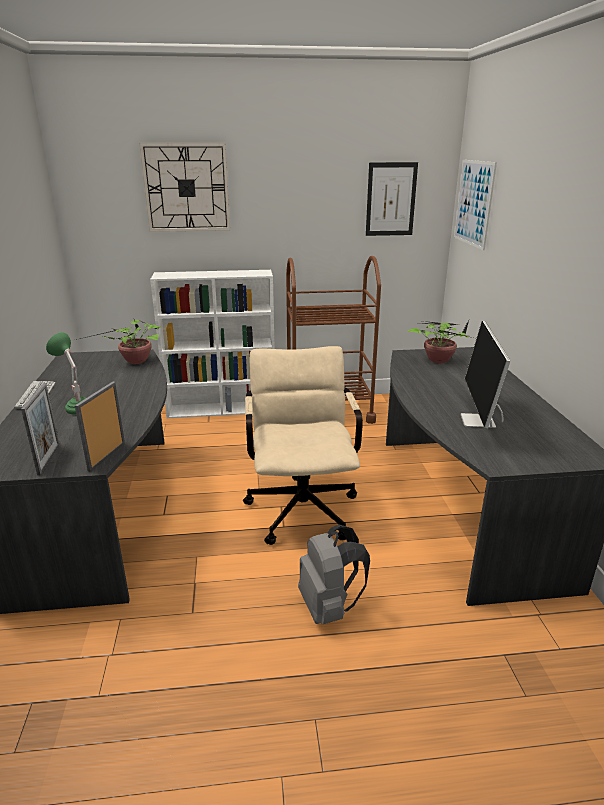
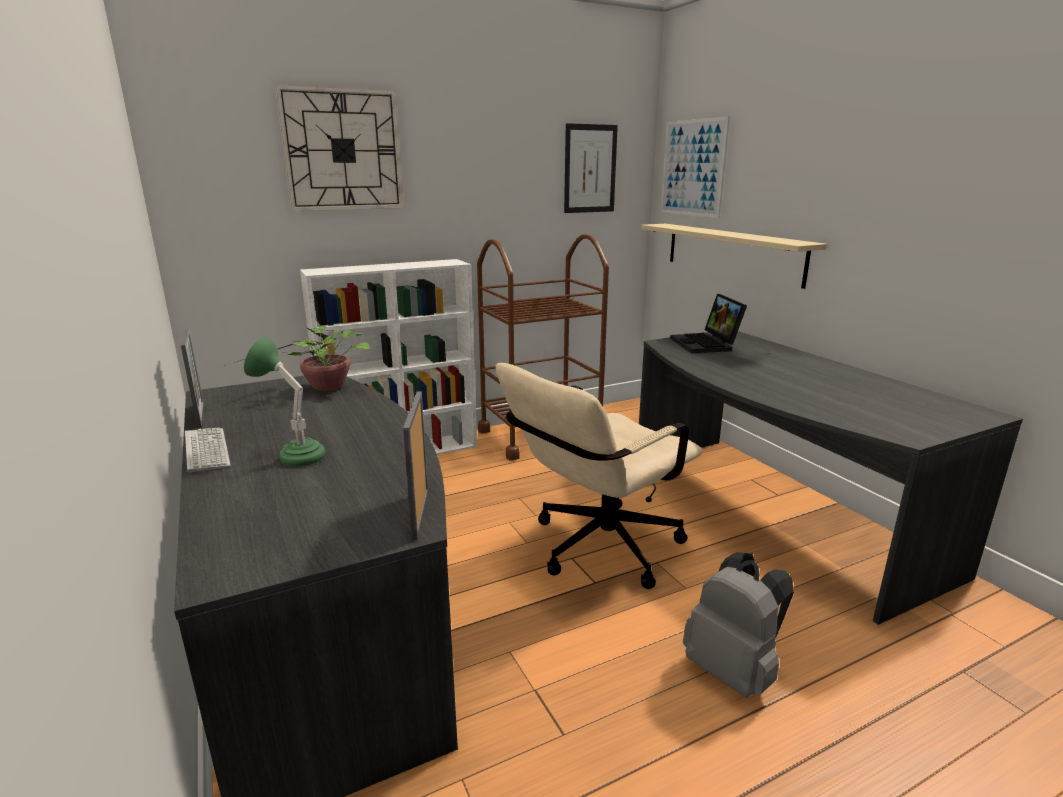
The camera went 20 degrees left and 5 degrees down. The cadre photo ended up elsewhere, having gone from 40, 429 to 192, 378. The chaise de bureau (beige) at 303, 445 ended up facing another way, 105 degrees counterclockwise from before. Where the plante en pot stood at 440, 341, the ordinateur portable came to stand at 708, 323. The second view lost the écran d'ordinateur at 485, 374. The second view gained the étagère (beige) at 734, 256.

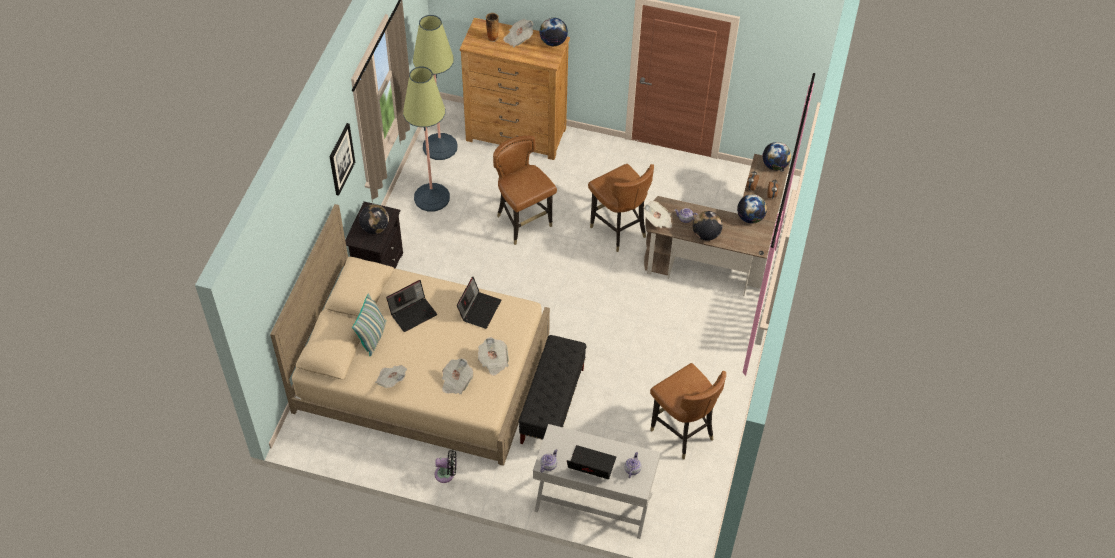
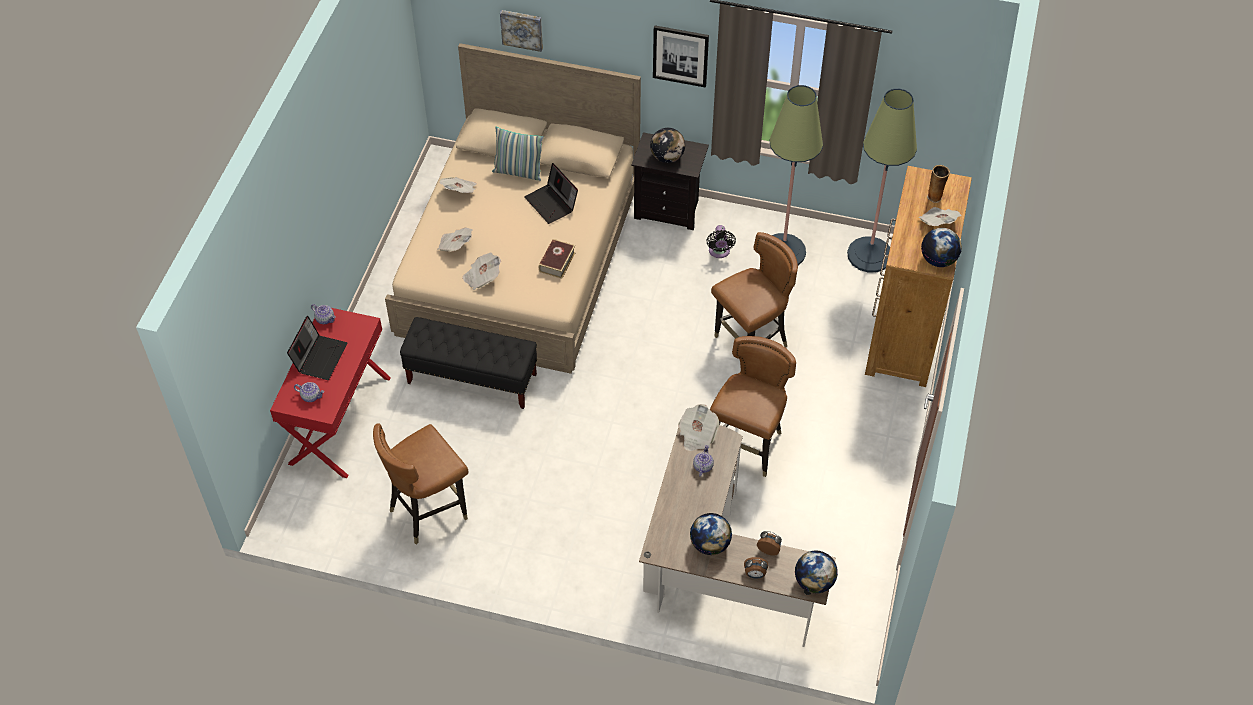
The camera went 90 degrees right and 0 degrees up. The ventilateur (noir) ended up elsewhere, having gone from 445, 466 to 721, 241. Where the ordinateur portable stood at 479, 303, the livre came to stand at 557, 259. What was the table console (blanc) at 596, 481 turned into the table console (rouge) at 330, 393. The chaise (marron) at 621, 208 ended up facing another way, 150 degrees clockwise from before. The second view lost the globe at 707, 226. The second view gained the tableau at 521, 31.

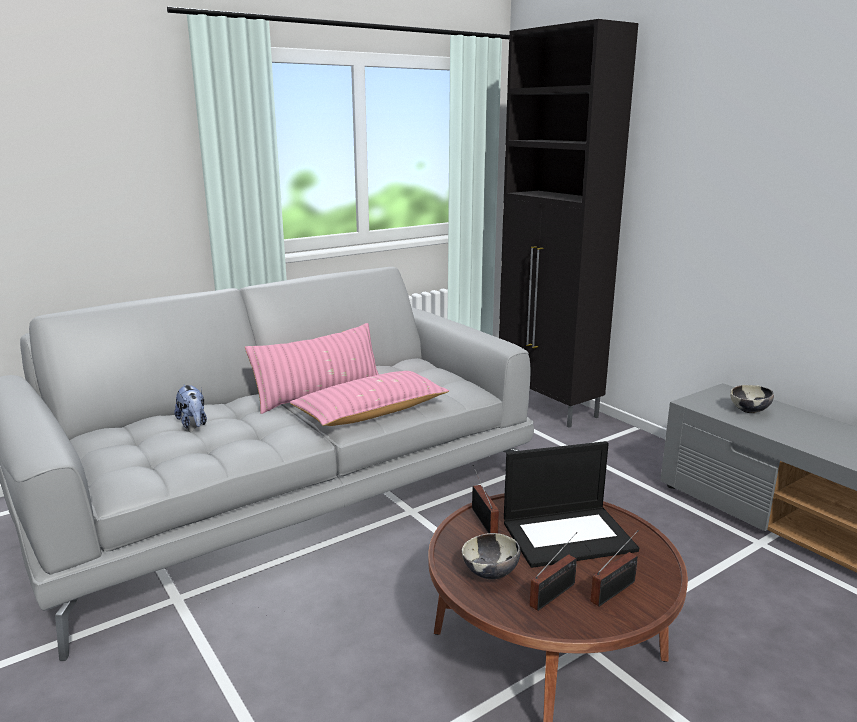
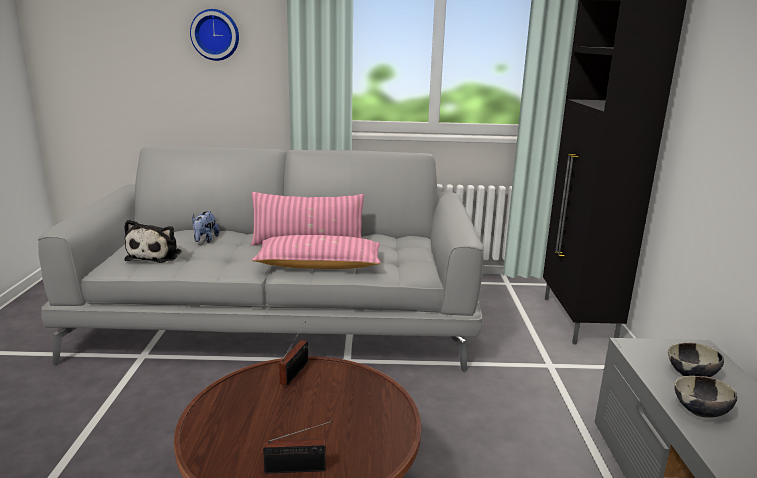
The camera went 35 degrees right and 0 degrees up. The bol ended up elsewhere, having gone from 491, 556 to 705, 397. The second view lost the ordinateur portable at 571, 504. The second view lost the radio at 553, 571. The second view gained the peluche at 152, 241. The second view gained the horloge murale at 214, 35.

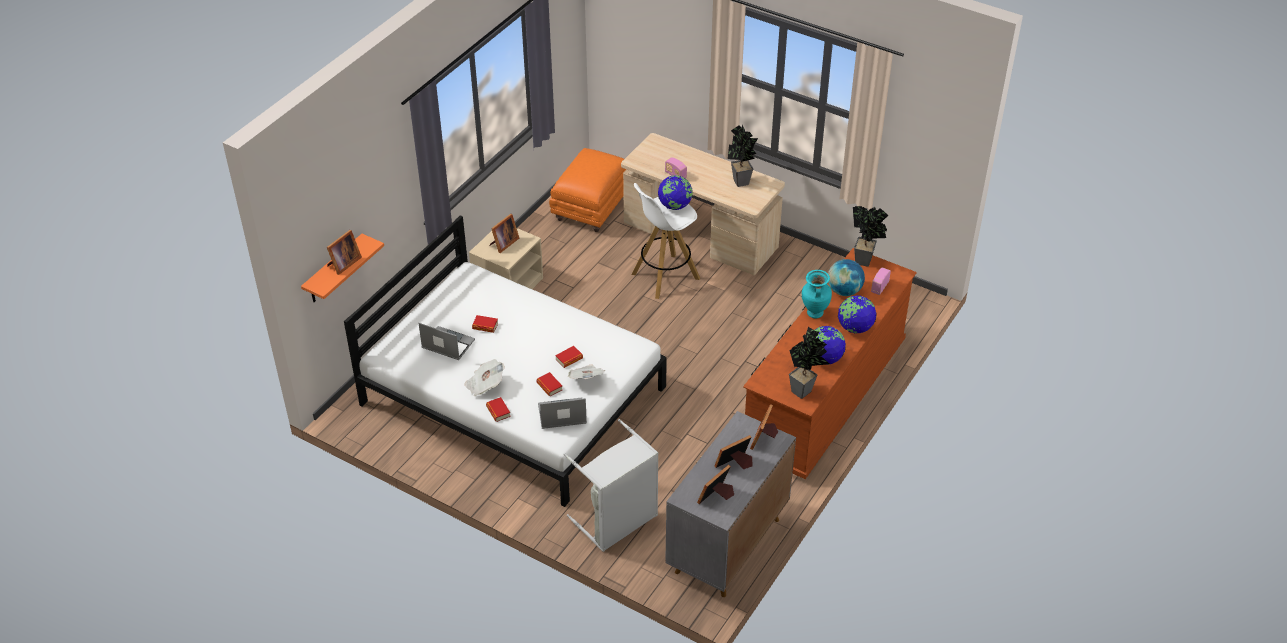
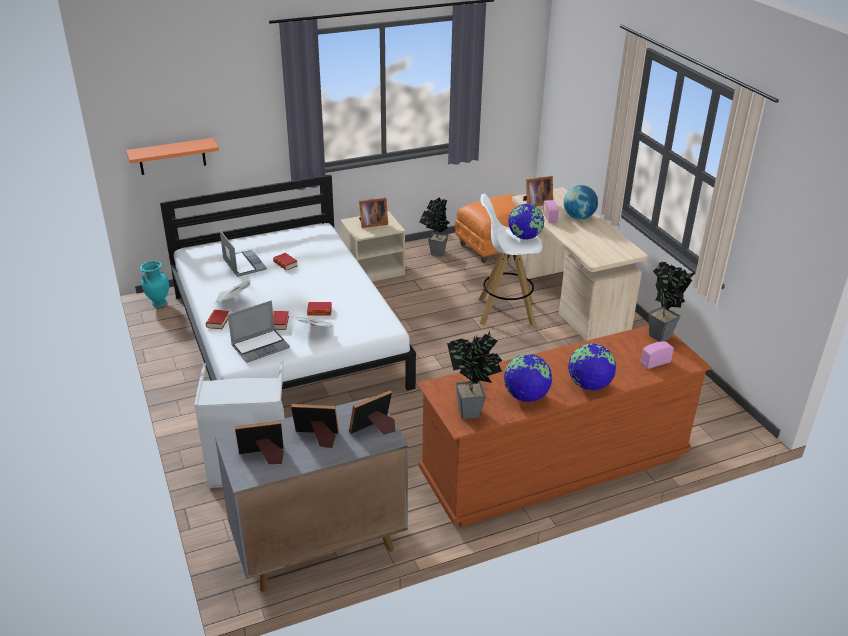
The camera went 35 degrees right and 10 degrees down. The cadre photo ended up elsewhere, having gone from 344, 252 to 538, 191. The ordinateur portable at 562, 413 ended up facing another way, 120 degrees clockwise from before. The plante en pot ended up elsewhere, having gone from 743, 156 to 434, 227. The vase (turquoise) ended up elsewhere, having gone from 817, 294 to 154, 284. The globe ended up elsewhere, having gone from 846, 277 to 581, 202.

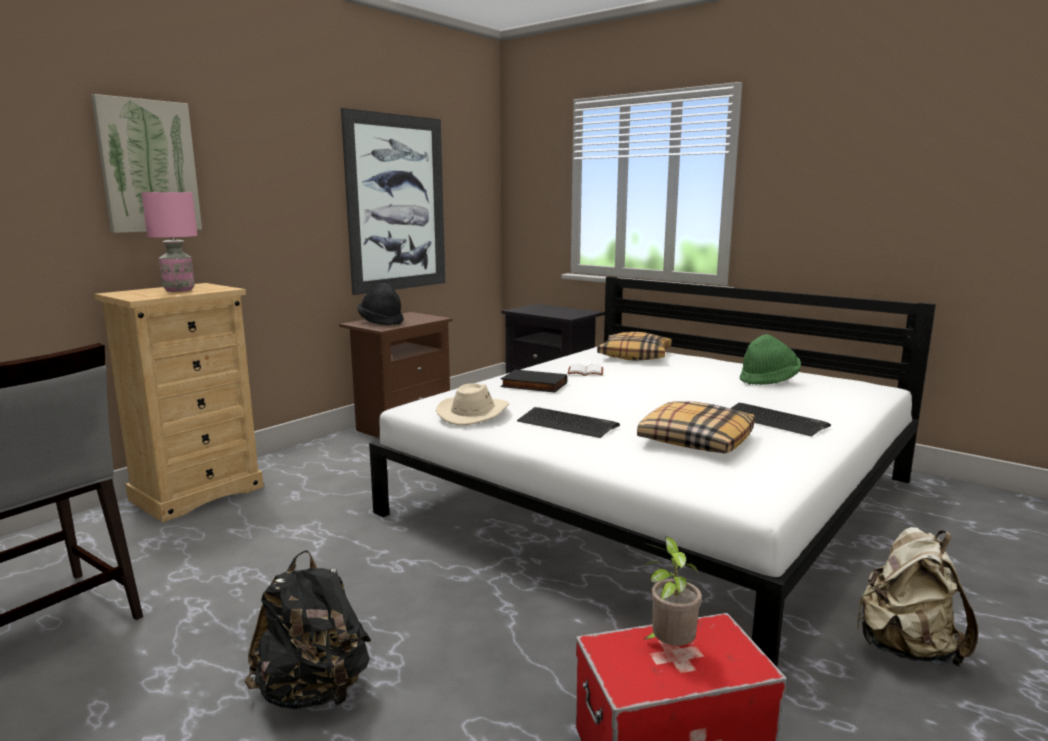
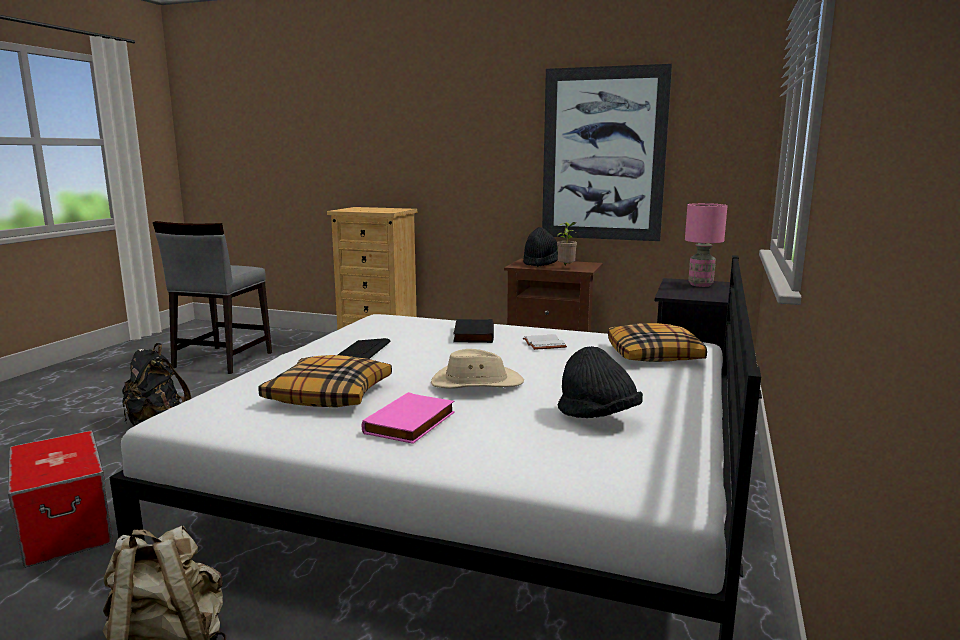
The camera went 70 degrees right and 0 degrees up. The second view lost the tableau at 146, 163. The lampe de table (rose) ended up elsewhere, having gone from 169, 242 to 706, 245. The chapeau (beige) ended up elsewhere, having gone from 472, 404 to 477, 369. The plante en pot ended up elsewhere, having gone from 672, 591 to 567, 243. Where the clavier stood at 780, 420, the livre (rose) came to stand at 408, 418. What was the chapeau (vert) at 770, 359 turned into the chapeau (noir) at 600, 382.

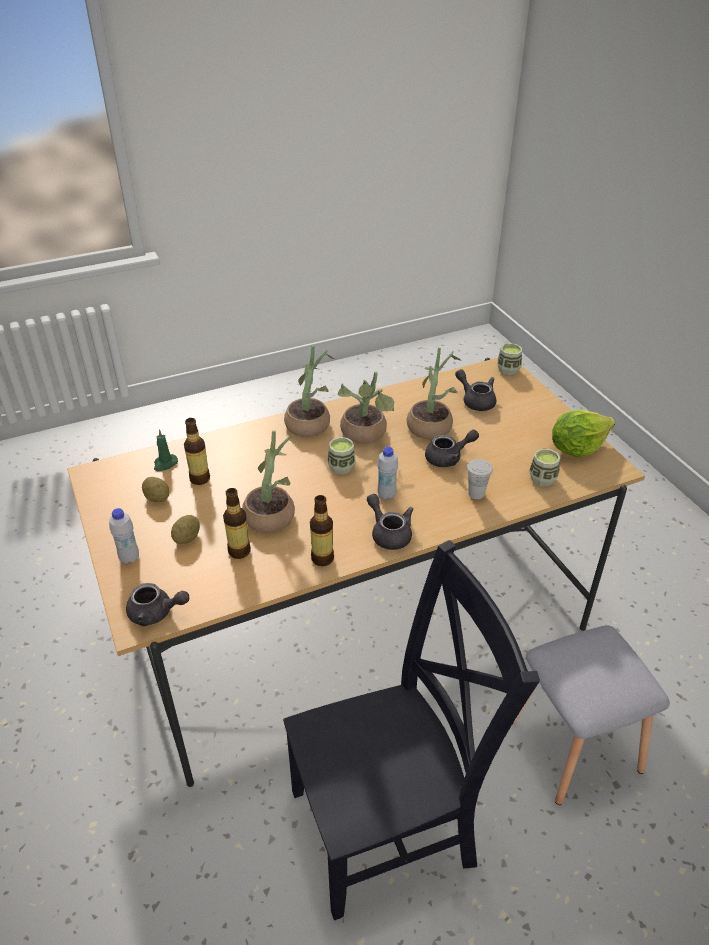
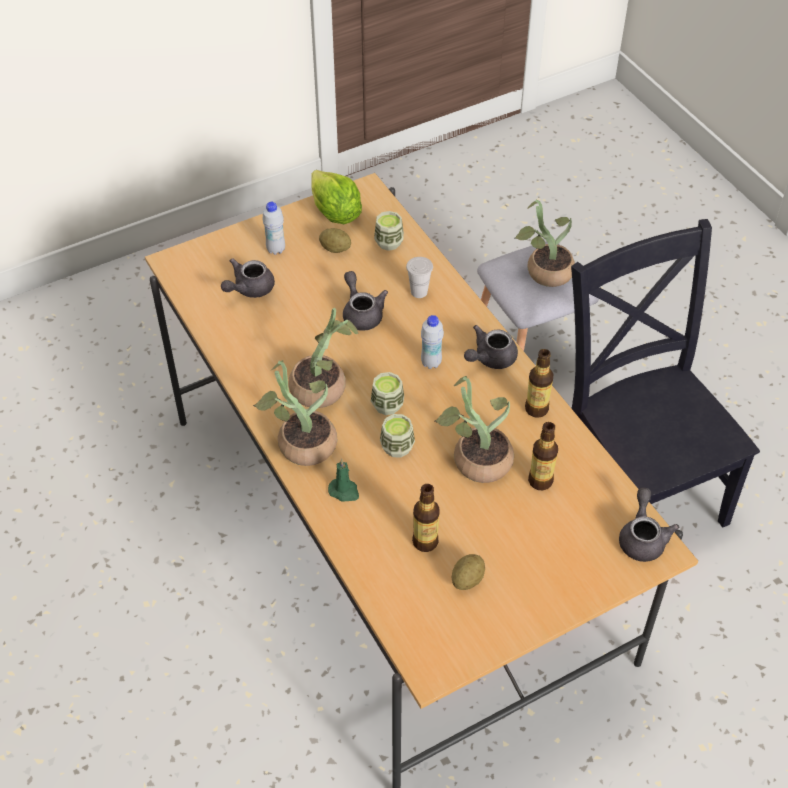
The camera went 95 degrees left and 10 degrees up. The bouteille (blanc) ended up elsewhere, having gone from 124, 536 to 273, 228. The bougie (vert) ended up elsewhere, having gone from 166, 450 to 343, 480. The pomme de terre ended up elsewhere, having gone from 185, 529 to 335, 240. The plante en pot ended up elsewhere, having gone from 434, 393 to 545, 243. The tasse ended up elsewhere, having gone from 509, 359 to 397, 436.

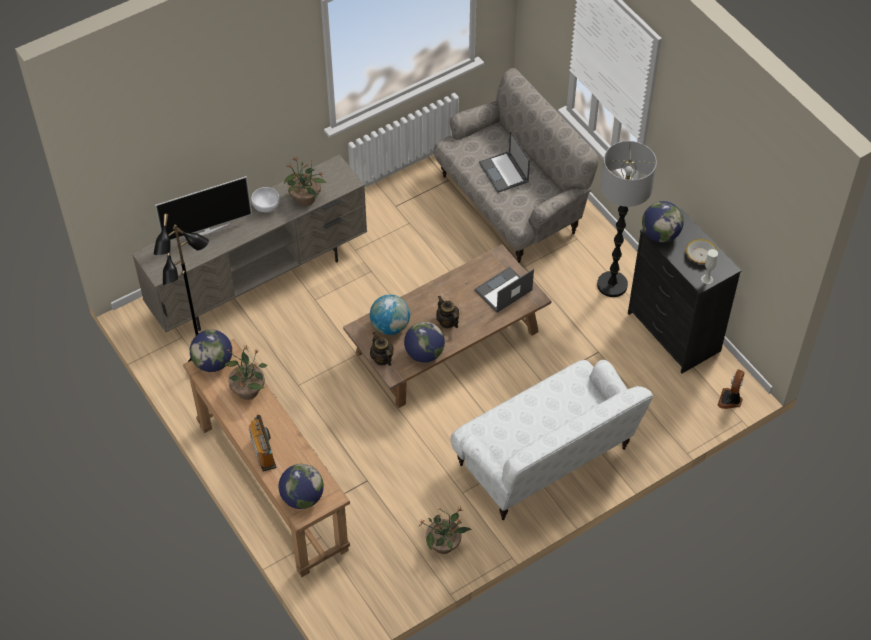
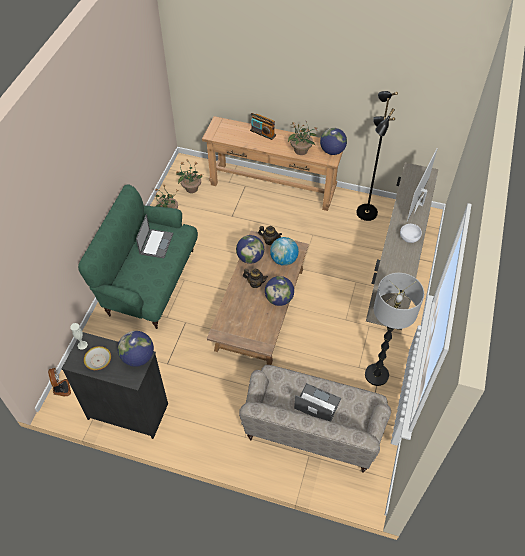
The camera went 140 degrees right and 0 degrees up. The globe ended up elsewhere, having gone from 301, 486 to 279, 291. The plante en pot ended up elsewhere, having gone from 305, 181 to 189, 176. What was the canapé (blanc) at 552, 440 turned into the canapé (vert) at 138, 256. The ordinateur portable ended up elsewhere, having gone from 504, 290 to 154, 236. The lampadaire ended up elsewhere, having gone from 627, 219 to 394, 329.

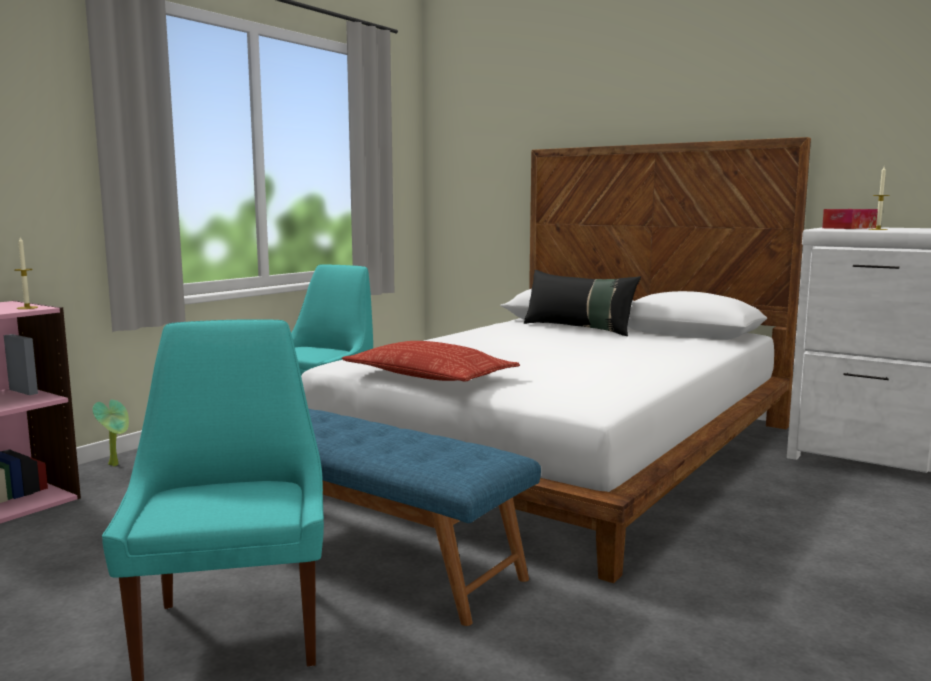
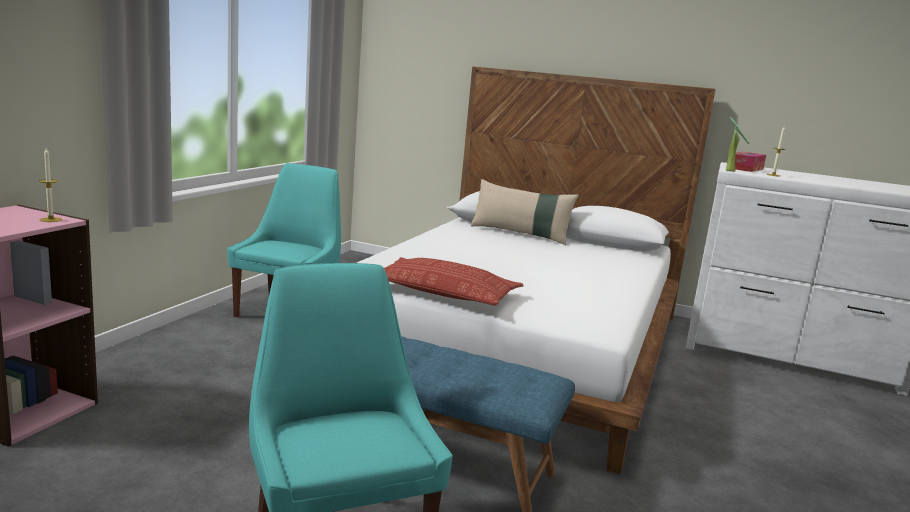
The camera went 15 degrees left and 5 degrees up. The plante en pot ended up elsewhere, having gone from 111, 432 to 738, 144. What was the coussin (noir) at 582, 303 turned into the coussin (beige) at 525, 212.

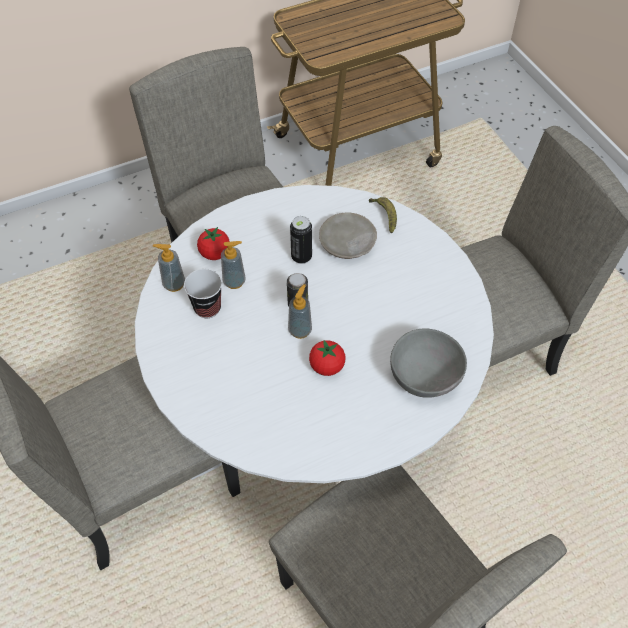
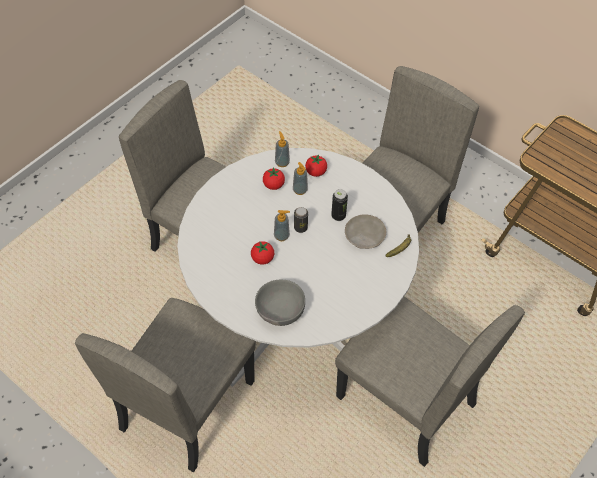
The camera went 65 degrees right and 0 degrees up. Where the tasse stood at 203, 293, the tomate came to stand at 274, 178.

